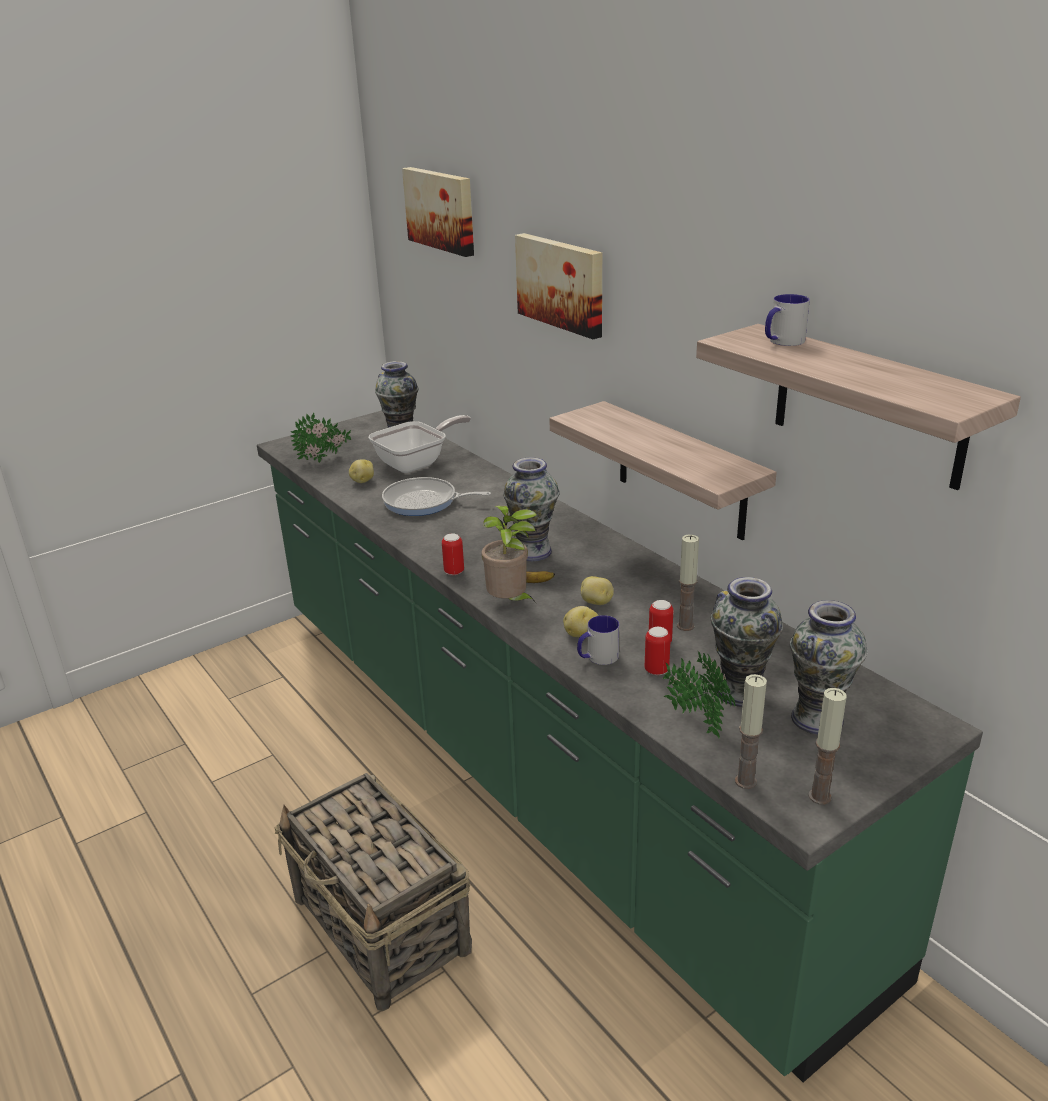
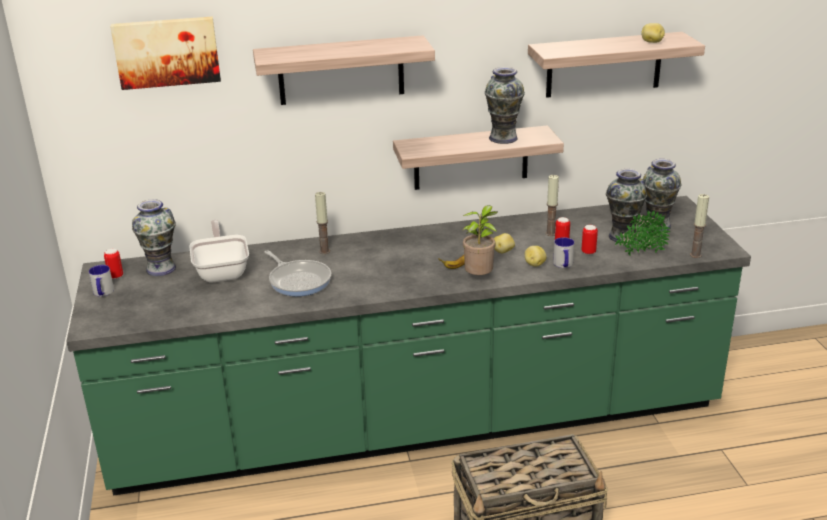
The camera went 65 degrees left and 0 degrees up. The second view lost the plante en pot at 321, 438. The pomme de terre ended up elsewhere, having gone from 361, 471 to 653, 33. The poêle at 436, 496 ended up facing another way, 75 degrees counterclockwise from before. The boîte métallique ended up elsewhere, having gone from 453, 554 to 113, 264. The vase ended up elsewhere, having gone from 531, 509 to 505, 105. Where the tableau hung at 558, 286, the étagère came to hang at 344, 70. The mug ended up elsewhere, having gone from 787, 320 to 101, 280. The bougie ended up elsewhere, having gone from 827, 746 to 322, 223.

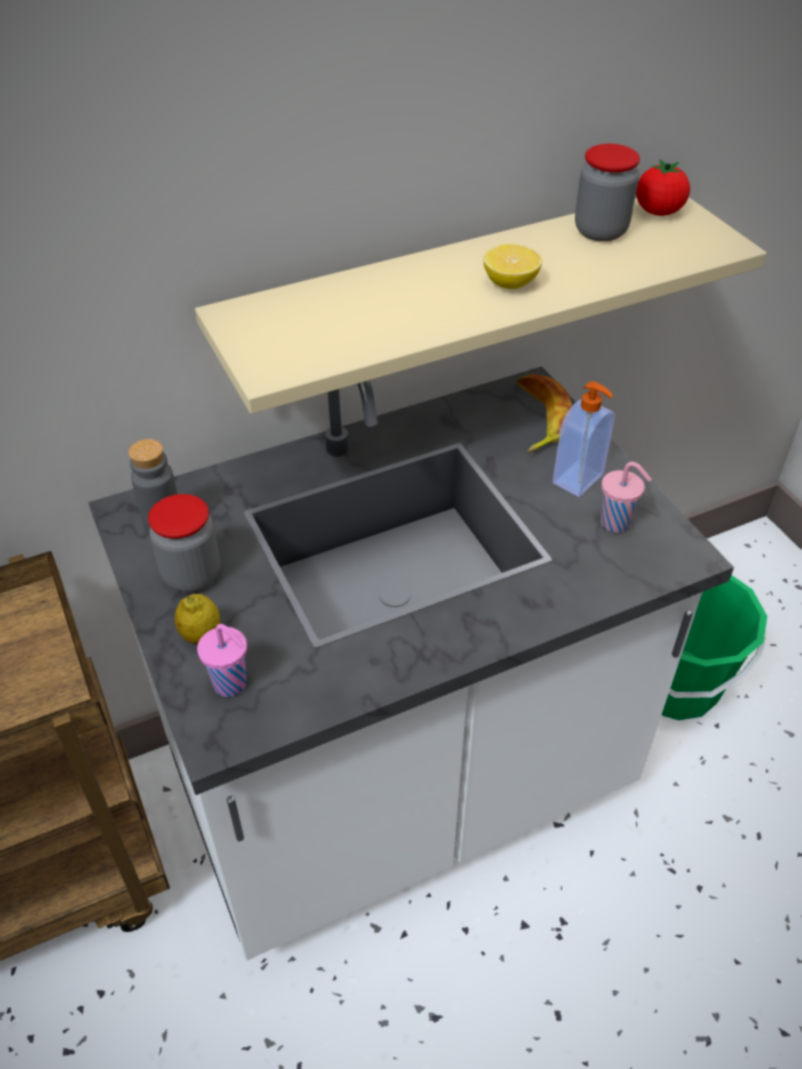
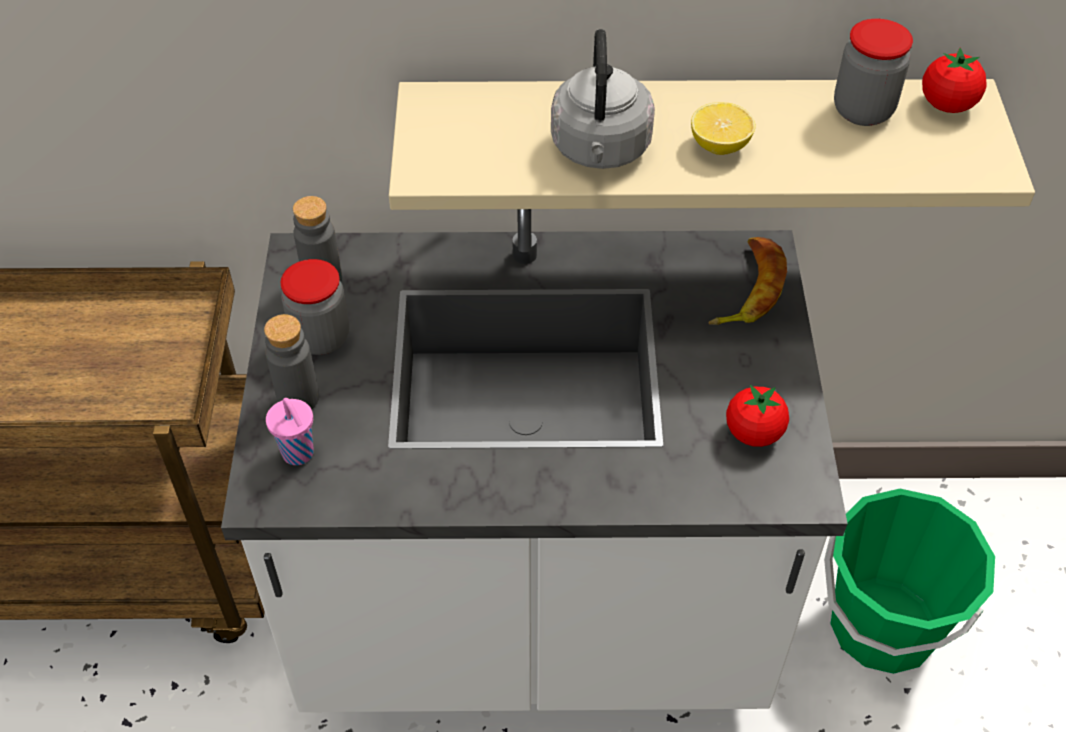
The camera went 25 degrees right and 5 degrees up. Where the citron stood at 197, 619, the bouteille (gris) came to stand at 291, 361. The second view lost the distributeur de savon at 584, 439. Where the tasse (rose) stood at 626, 497, the tomate came to stand at 757, 416. The second view gained the bouilloire (gris) at 603, 99.

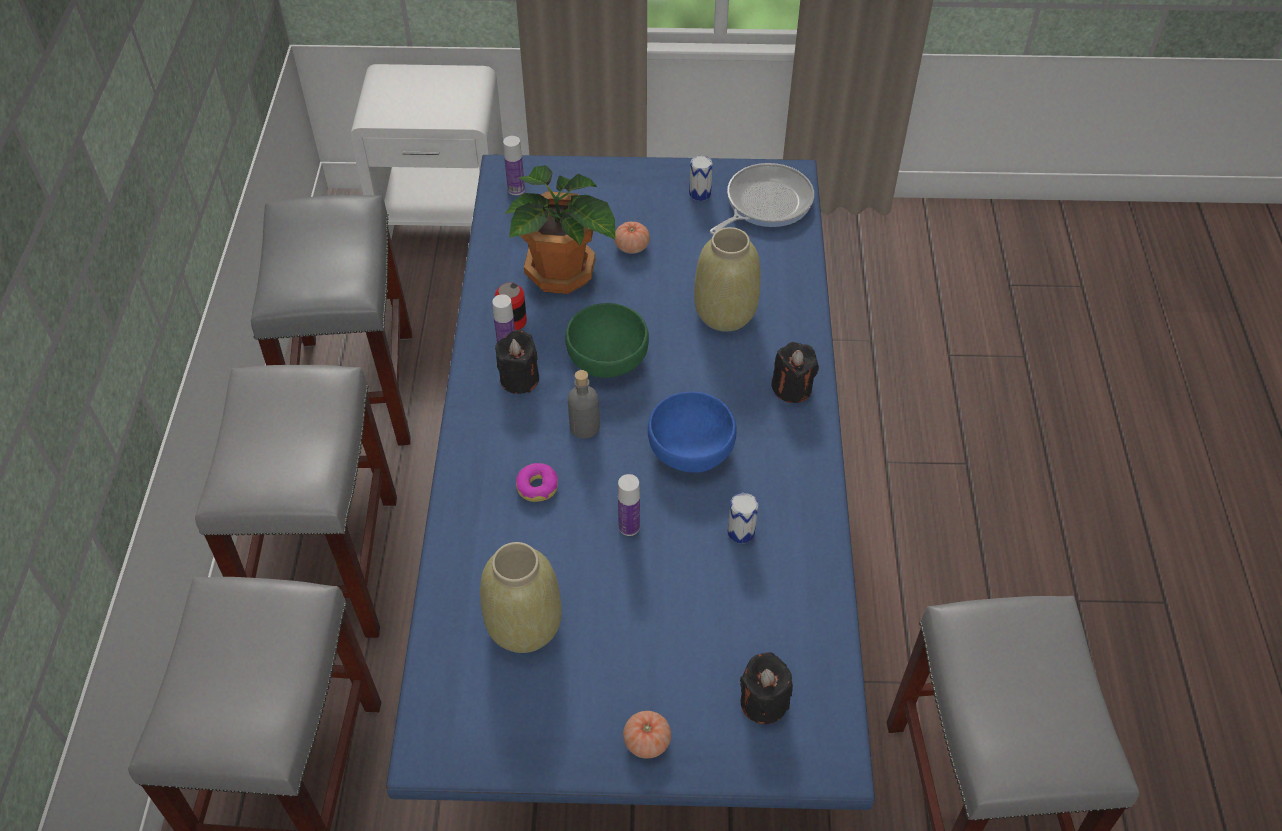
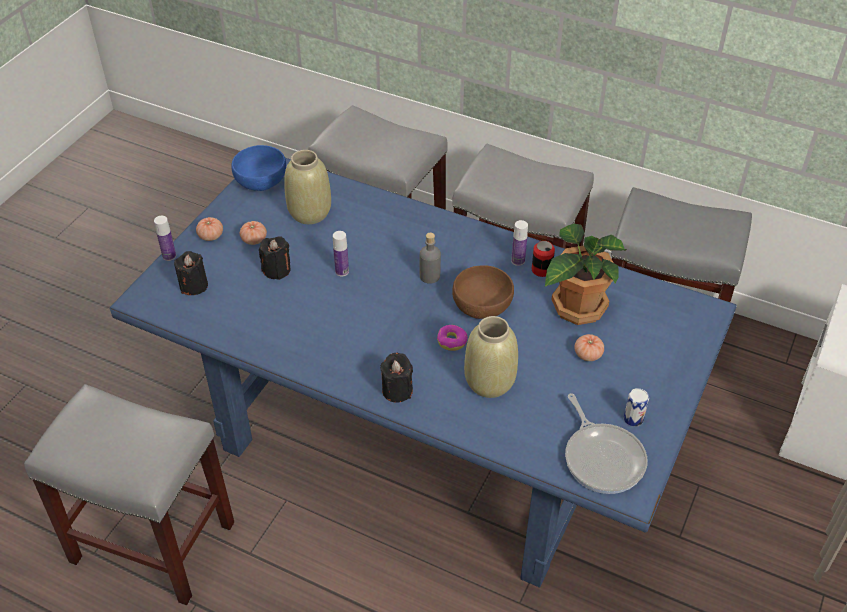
The camera went 115 degrees right and 5 degrees down. The bougie (noir) ended up elsewhere, having gone from 517, 362 to 275, 258. The bouteille ended up elsewhere, having gone from 514, 165 to 165, 238. The beignet ended up elsewhere, having gone from 537, 482 to 452, 338. What was the bol (vert) at 607, 340 turned into the bol (marron) at 483, 292. The bol (bleu) ended up elsewhere, having gone from 692, 432 to 258, 168. The second view lost the boîte métallique at 743, 518. The second view gained the tomate at 253, 233.

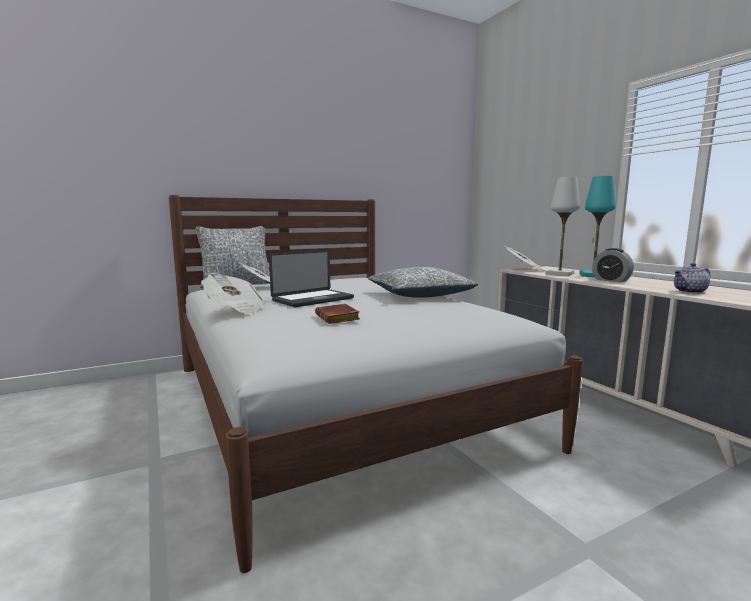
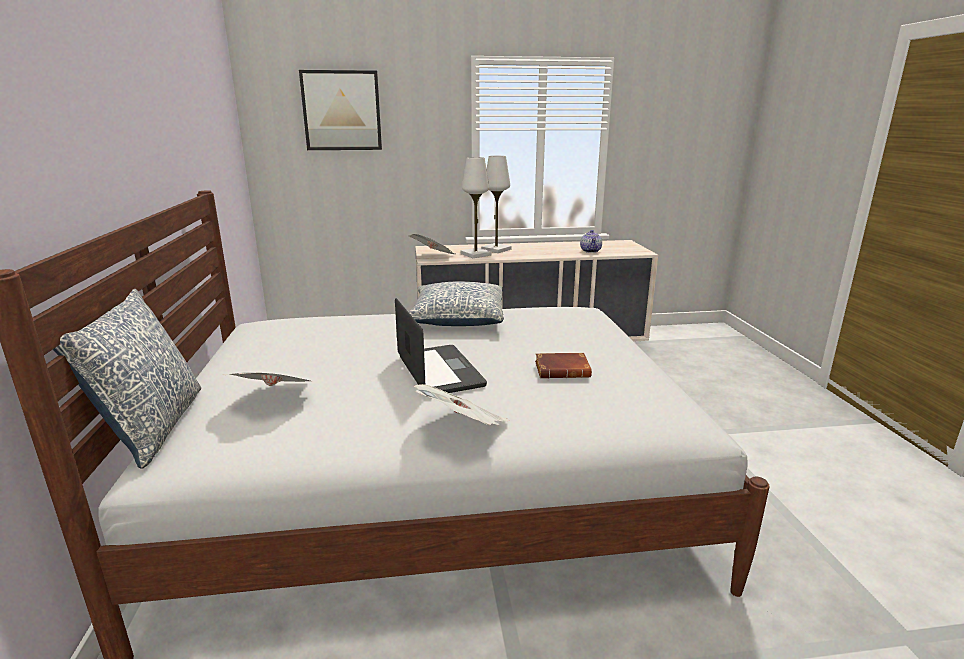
The camera went 70 degrees left and 10 degrees up. What was the lampe de table (turquoise) at 597, 226 turned into the lampe de table (blanc) at 496, 204. The second view lost the réveil at 613, 265. The second view gained the tableau at 340, 110.

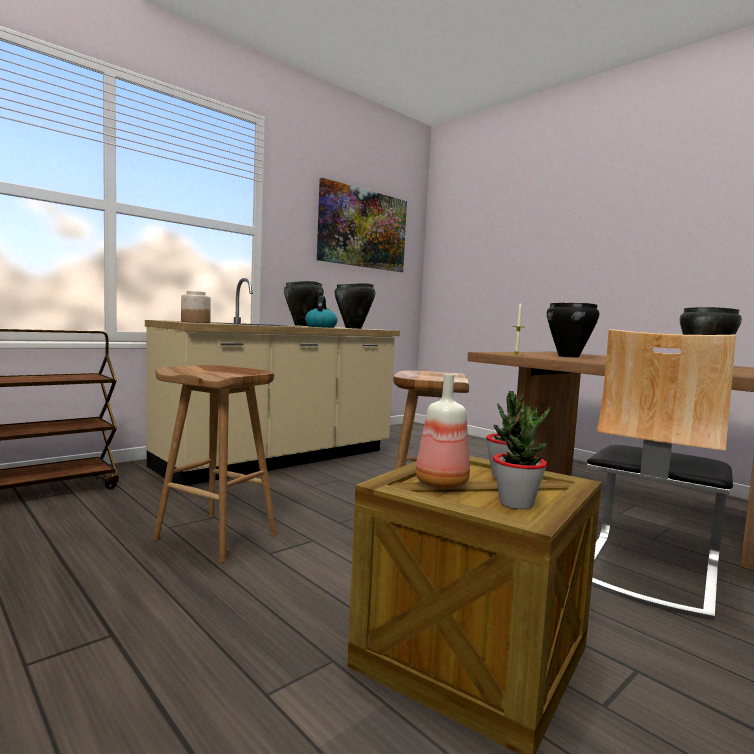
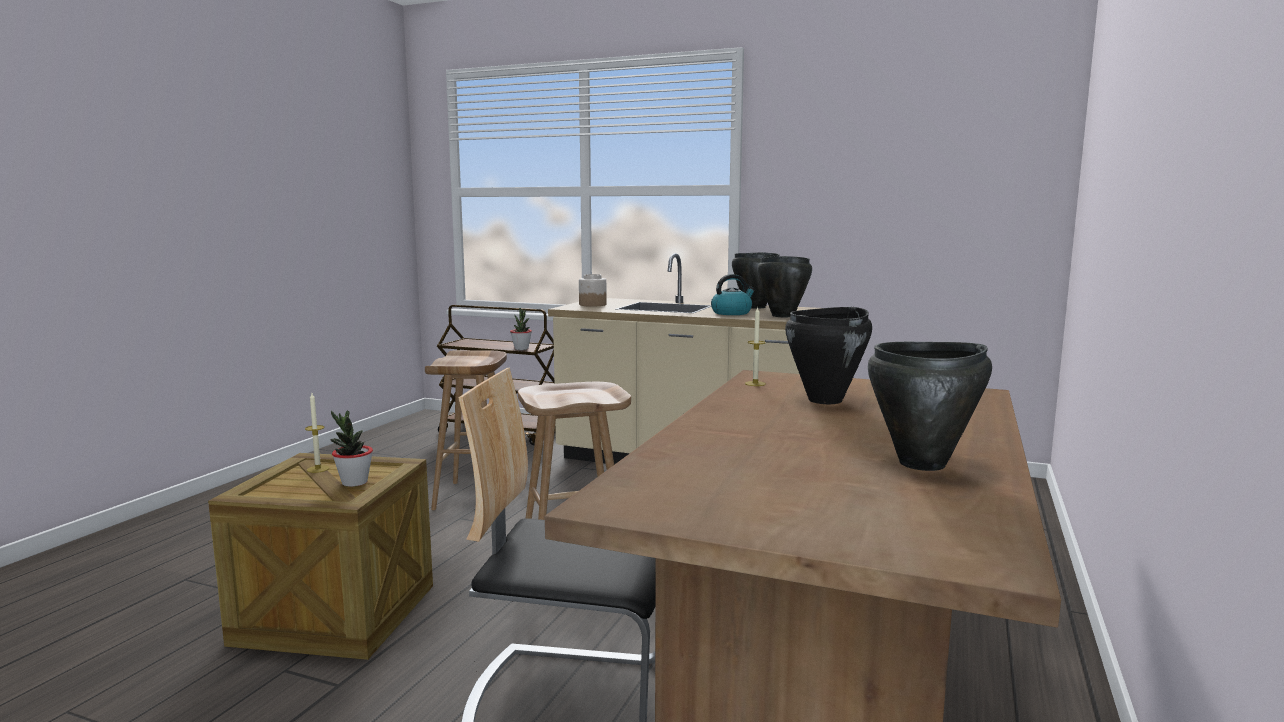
The camera went 65 degrees right and 5 degrees up. The second view lost the tableau at 362, 225. Where the bouteille stood at 442, 431, the bougie came to stand at 317, 433. The plante en pot ended up elsewhere, having gone from 522, 456 to 521, 329.

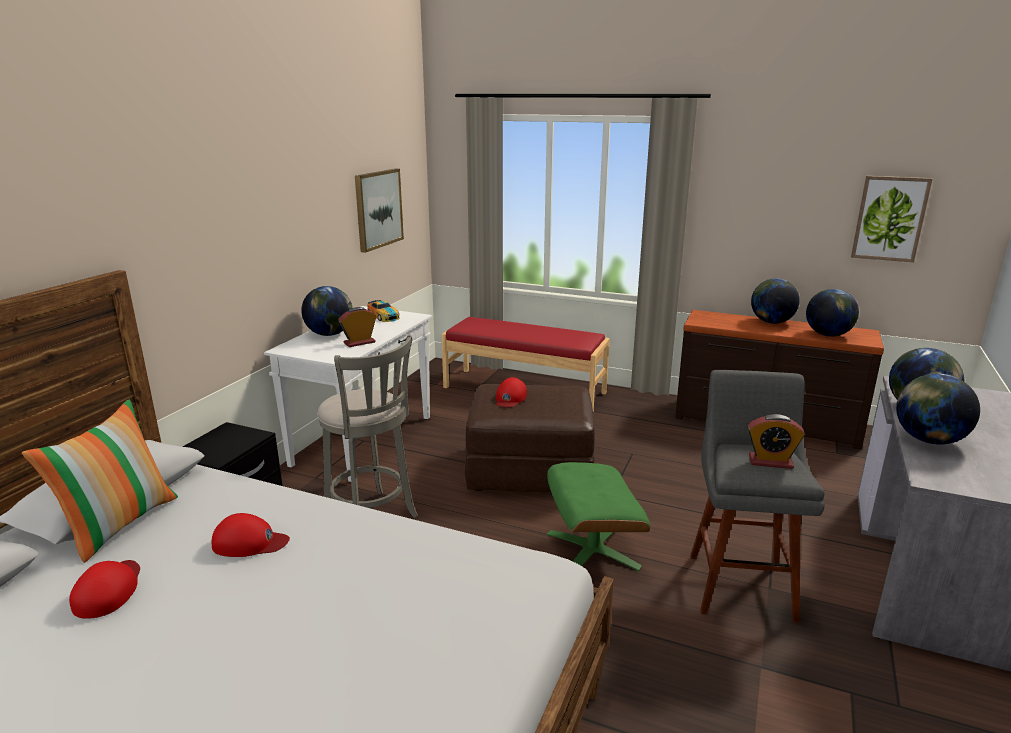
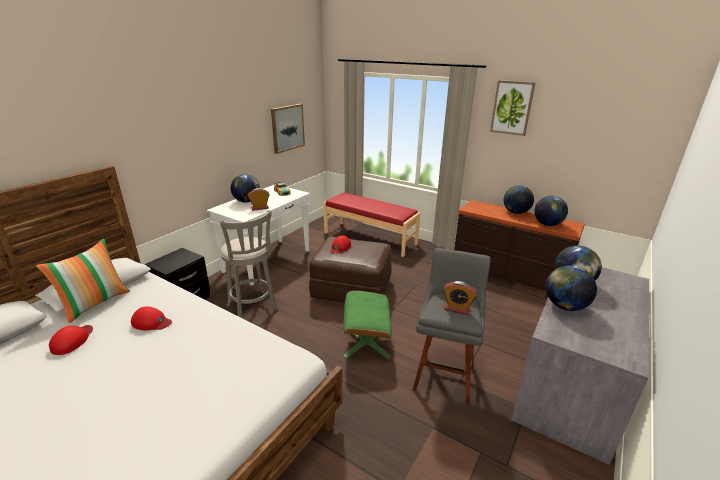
The camera went 10 degrees right and 5 degrees up. The tableau ended up elsewhere, having gone from 891, 219 to 513, 108.

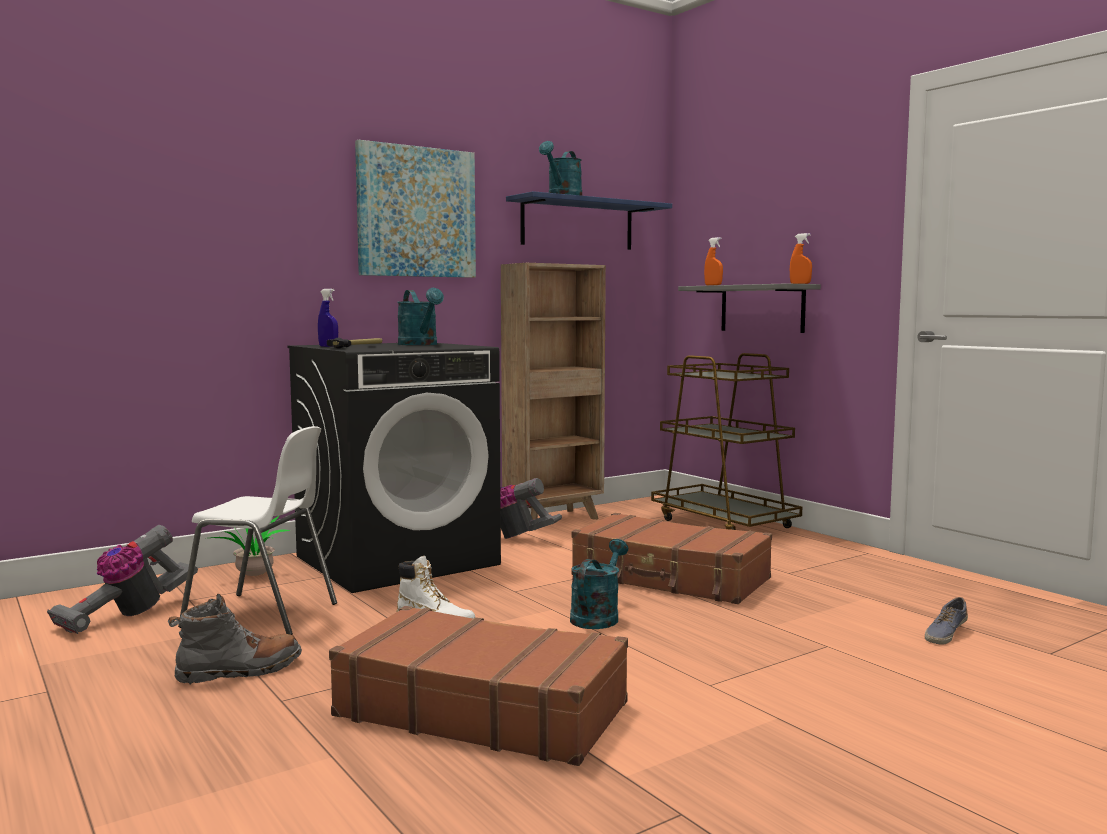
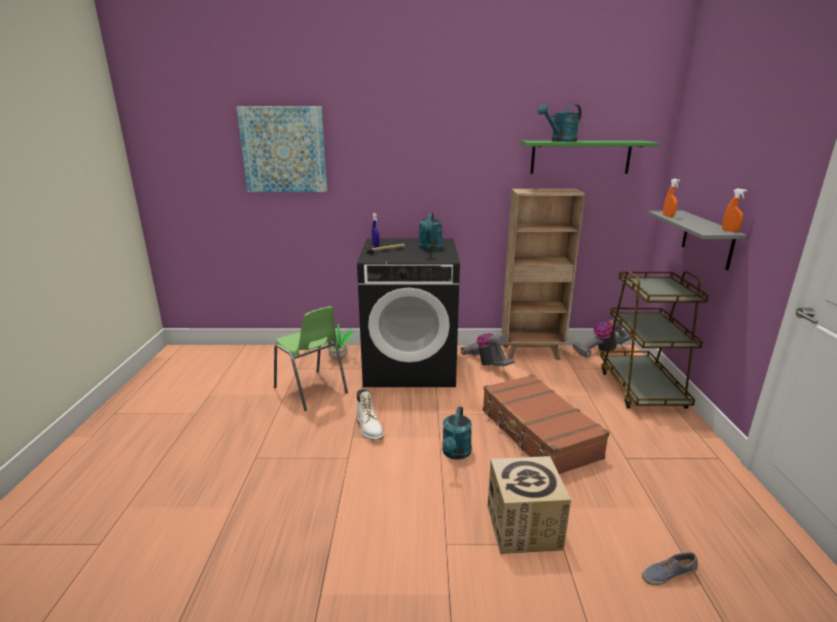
The camera went 35 degrees right and 15 degrees up. The aspirateur ended up elsewhere, having gone from 122, 579 to 602, 337. The second view lost the botte (gris) at 235, 639. What was the chaise (blanc) at 257, 530 turned into the chaise (vert) at 311, 358. The second view lost the valise (marron) at 478, 686. The tableau ended up elsewhere, having gone from 415, 209 to 282, 149. What was the étagère (bleu) at 589, 220 turned into the étagère (vert) at 590, 157. The arrosoir (turquoise) at 599, 584 ended up facing another way, 135 degrees clockwise from before. The second view gained the carton at 529, 505.

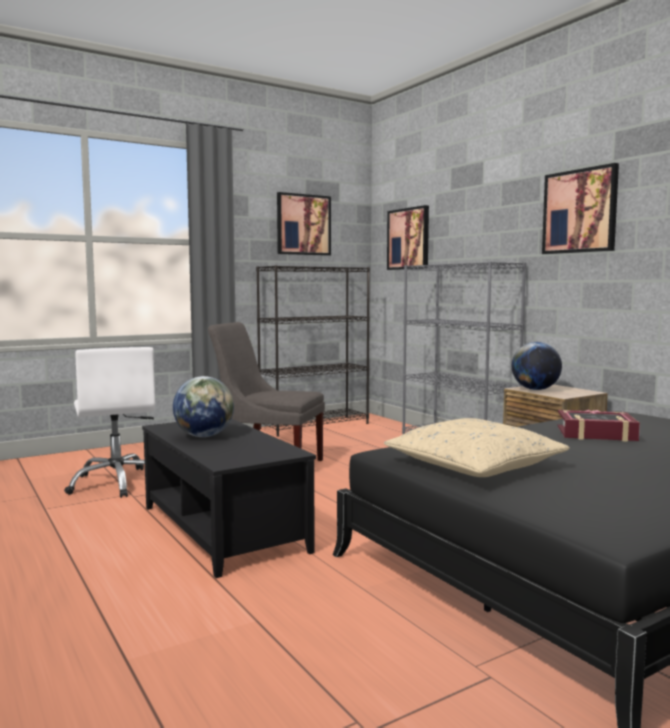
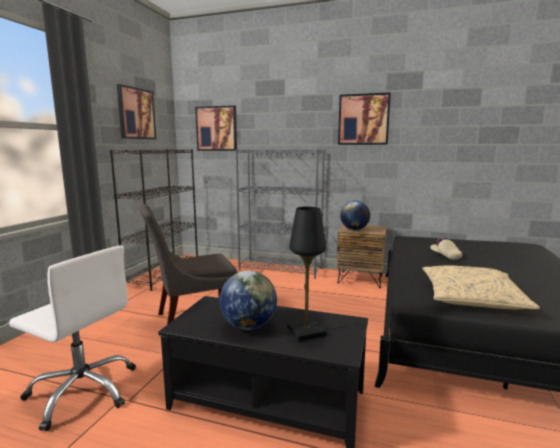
The camera went 40 degrees left and 5 degrees up. Where the livre stood at 598, 426, the casquette (beige) came to stand at 446, 248. The second view gained the lampe de table (noir) at 307, 274.

